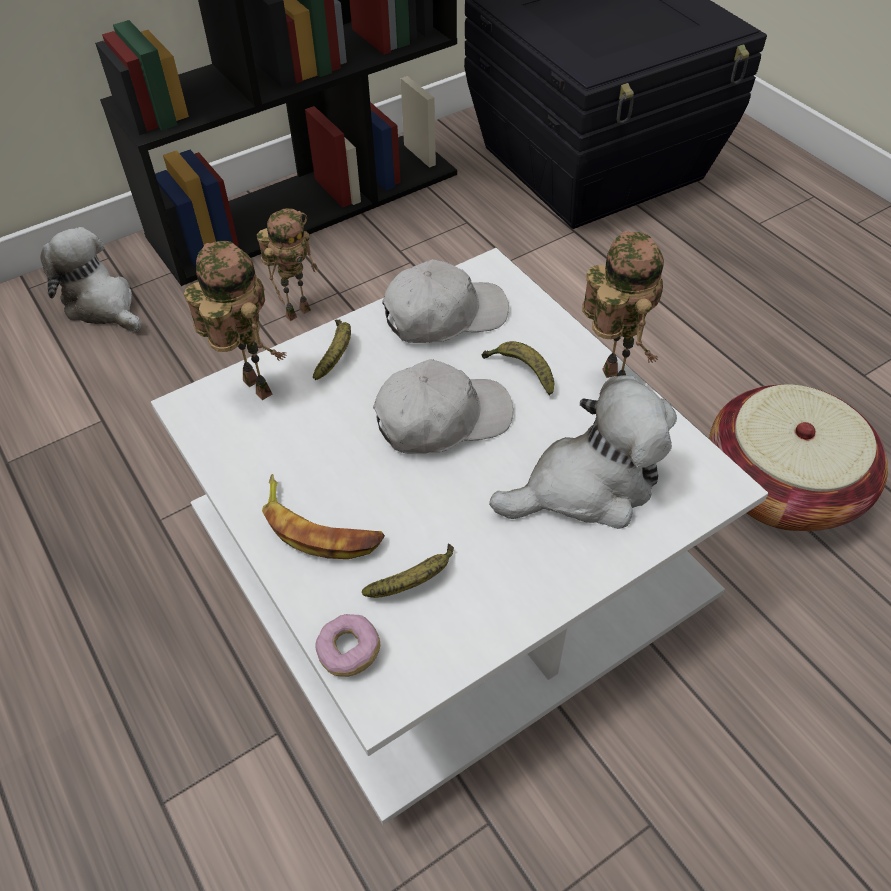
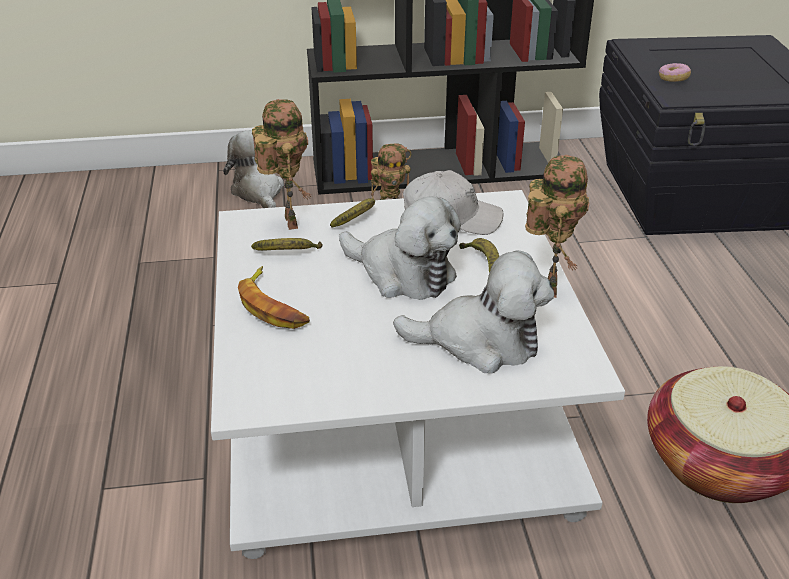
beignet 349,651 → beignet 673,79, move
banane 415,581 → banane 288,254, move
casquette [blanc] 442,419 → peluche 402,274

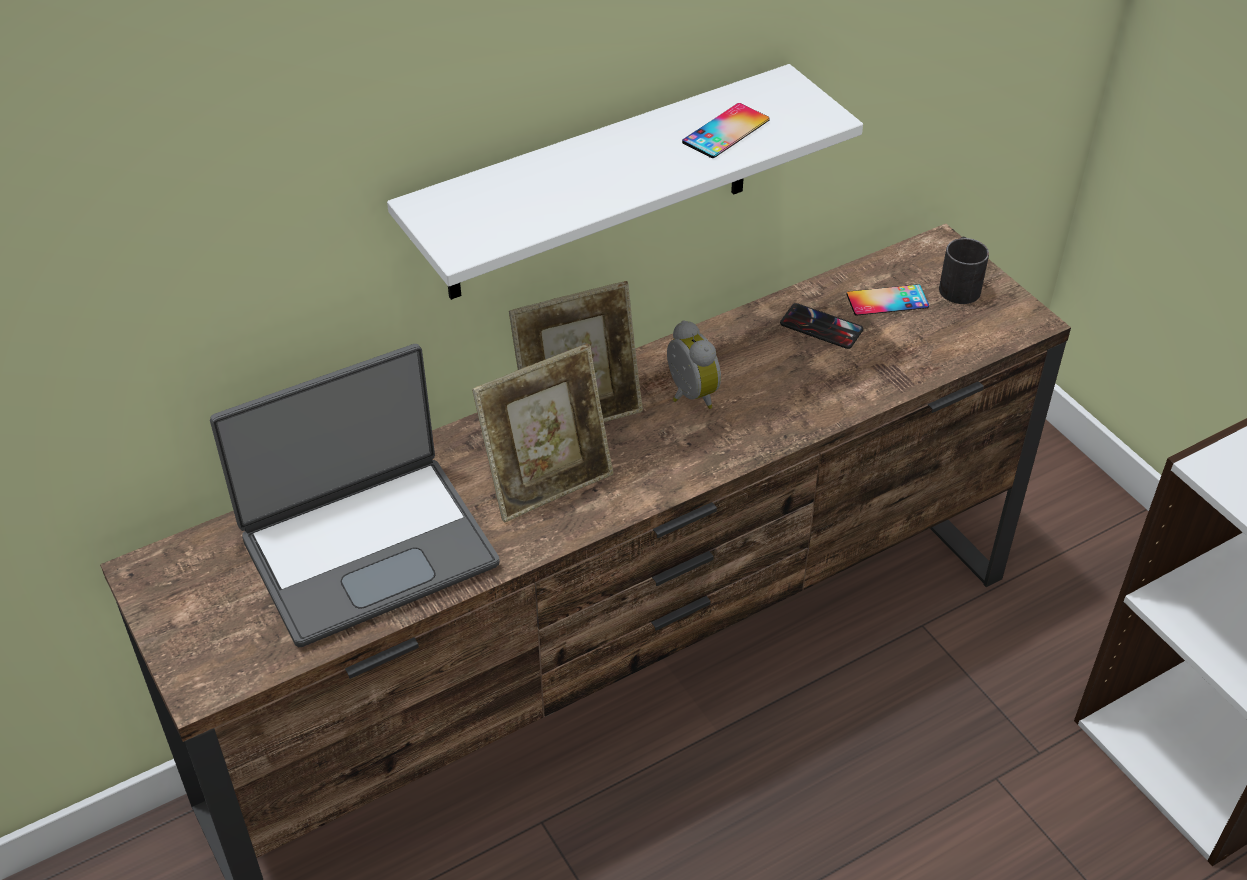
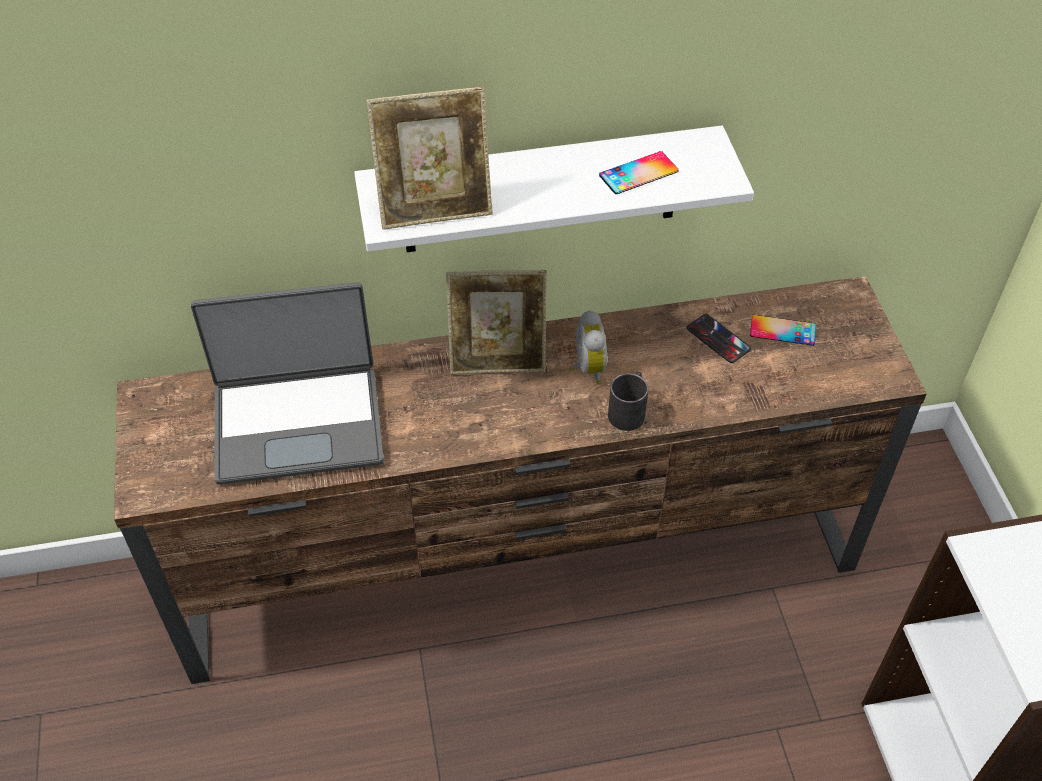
cadre photo 548,483 → cadre photo 435,208, move
mug [noir] 959,284 → mug [noir] 629,410, move

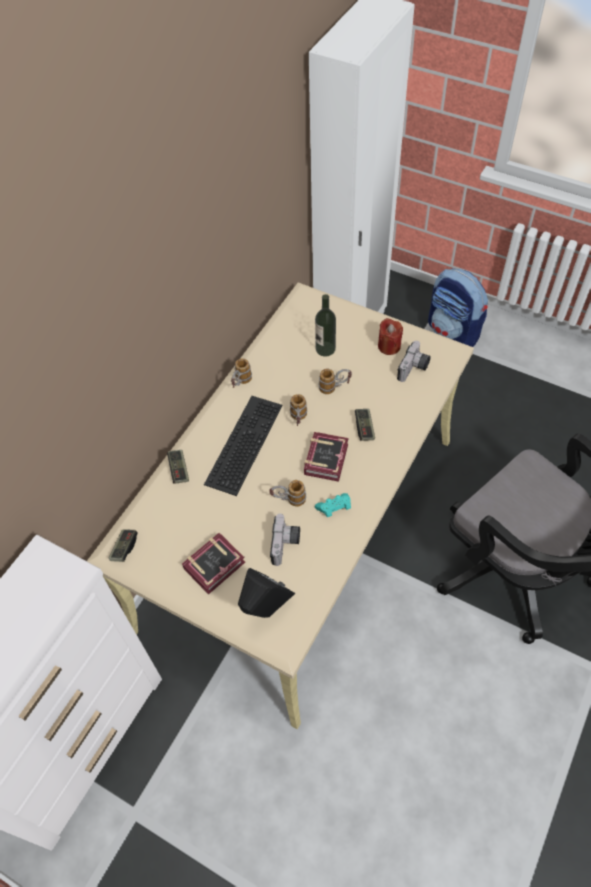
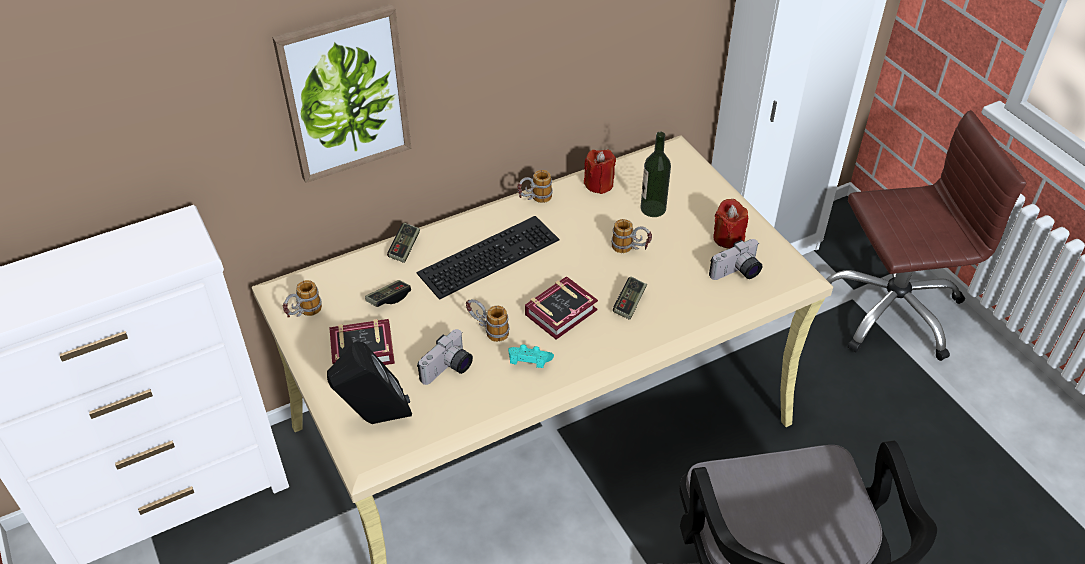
- → tableau 345,94
- → bougie [rouge] 599,184
manette 124,548 → manette 389,298, move
mug 298,420 → mug 303,314, move
sac à dos 453,332 → chaise de bureau [marron] 891,309

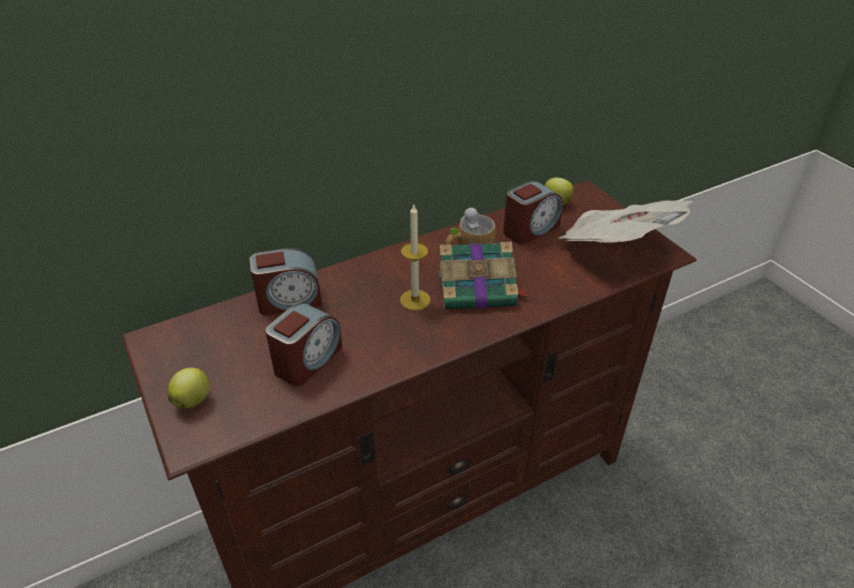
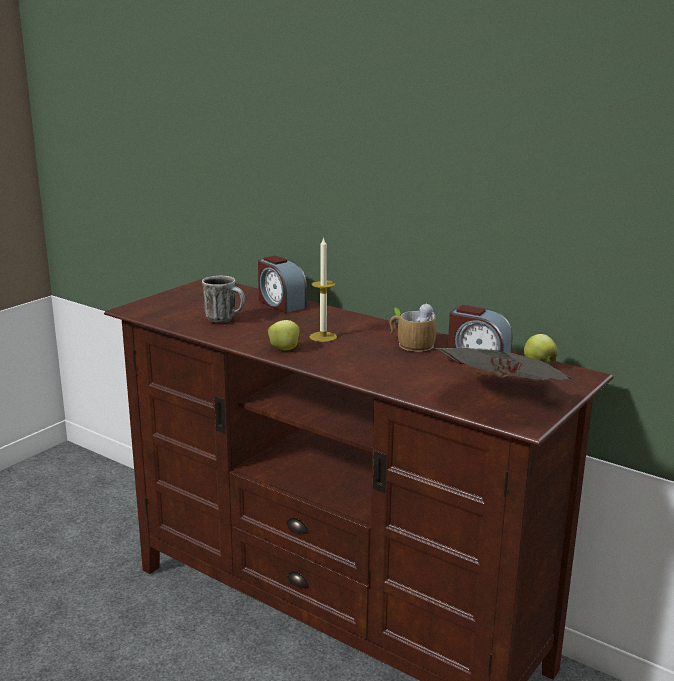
livre 479,289 → -
pomme 193,400 → pomme 285,349, move
réveil 307,360 → mug 225,320

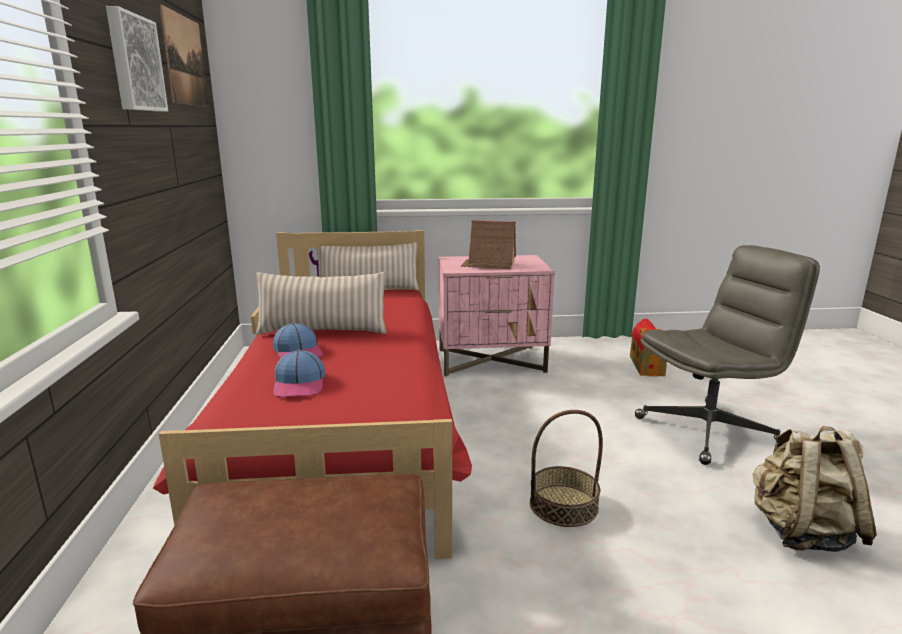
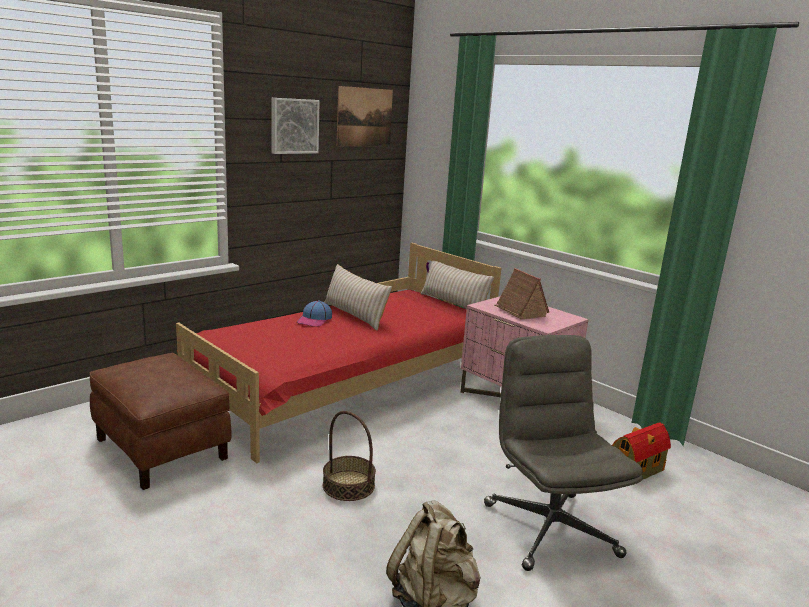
casquette 300,384 → -
chaise de bureau [gris] 708,430 → chaise de bureau [gris] 549,528, 135 degrees counterclockwise

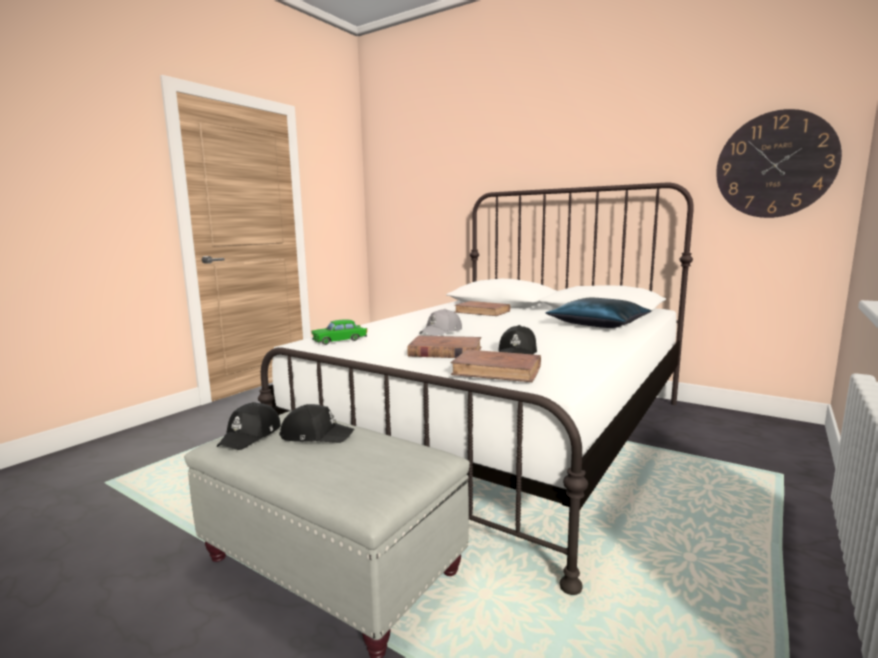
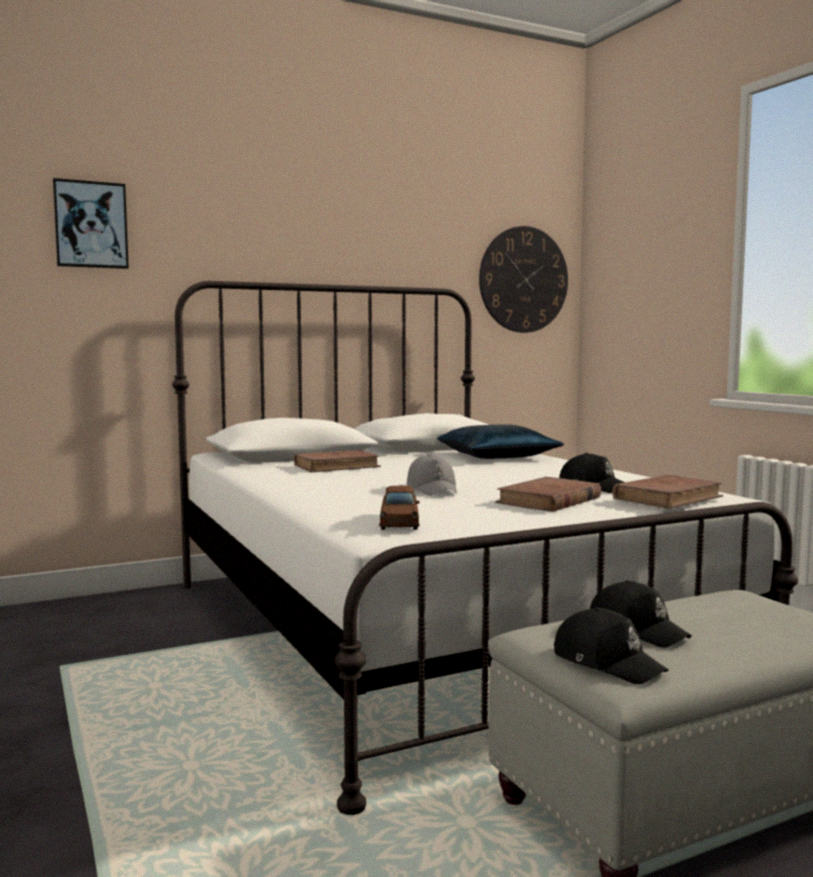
- → tableau 91,225
petite voiture [vert] 340,340 → petite voiture [marron] 399,522
casquette [noir] 316,435 → casquette [noir] 637,630, 105 degrees clockwise

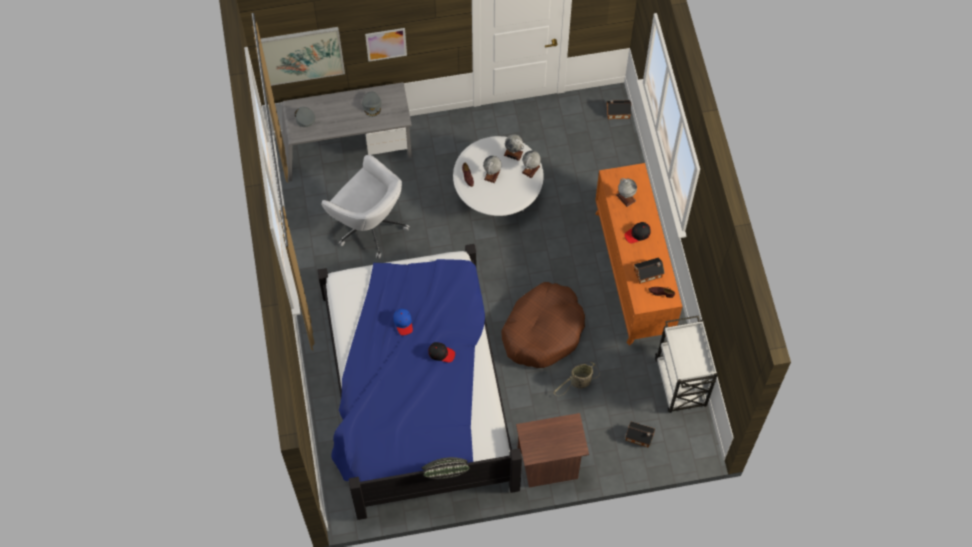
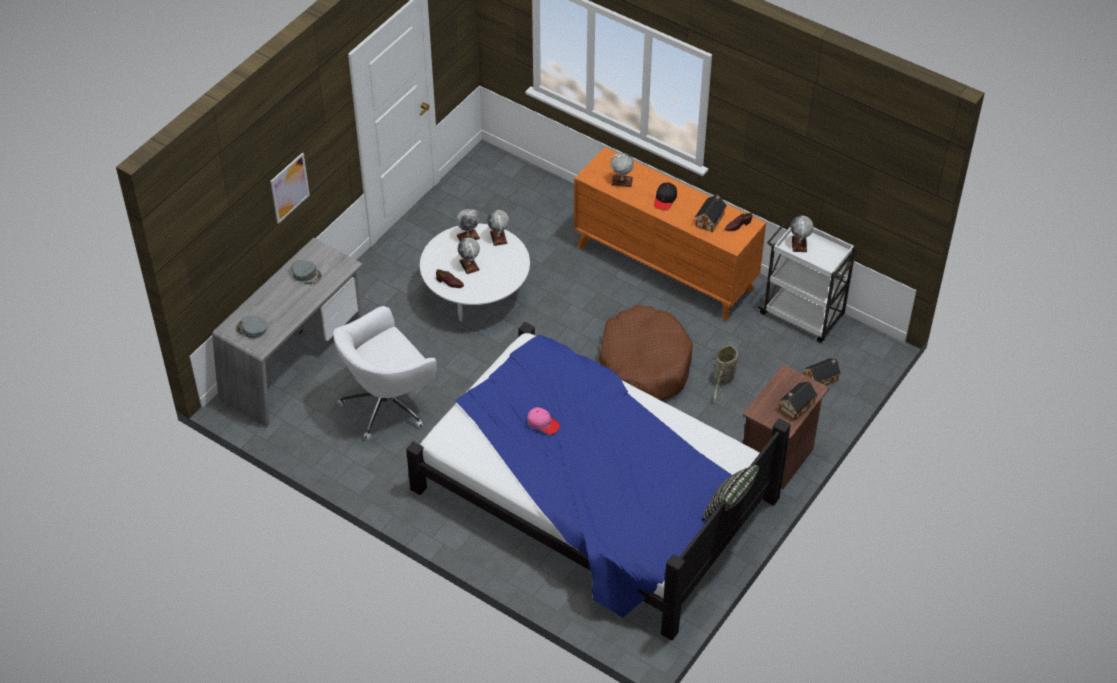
tableau 302,55 → -
casquette [noir] 441,353 → -
- → globe 799,244
maison miniature 617,112 → maison miniature 795,407, move
casquette [bleu] 403,323 → casquette [rose] 543,423
chaise de bureau [blanc] 369,224 → chaise de bureau [blanc] 388,403, 150 degrees clockwise

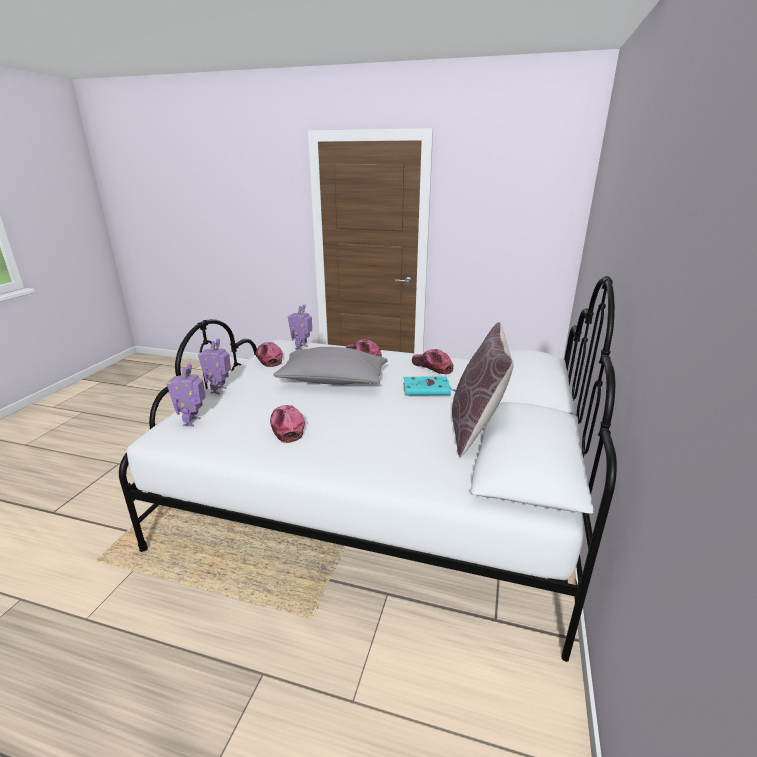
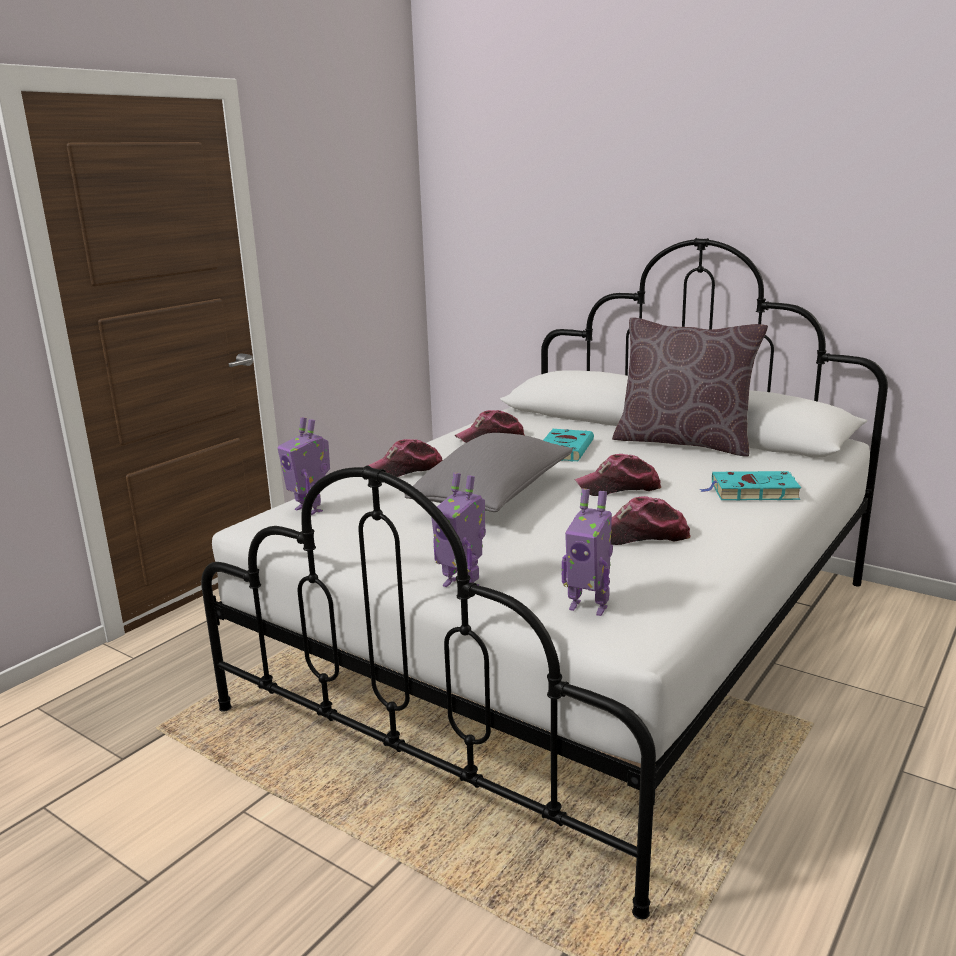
- → livre [turquoise] 751,491
casquette 268,358 → casquette 619,487, move

